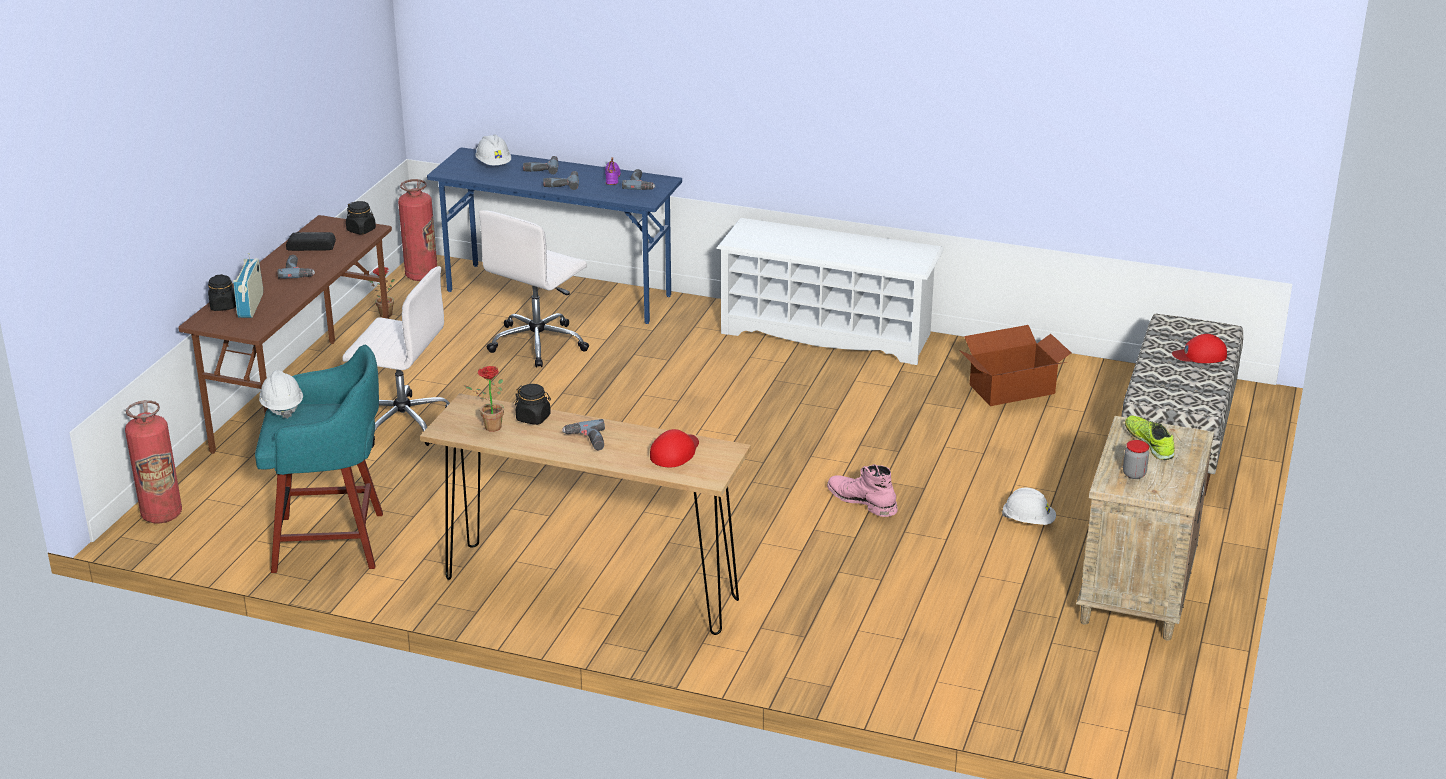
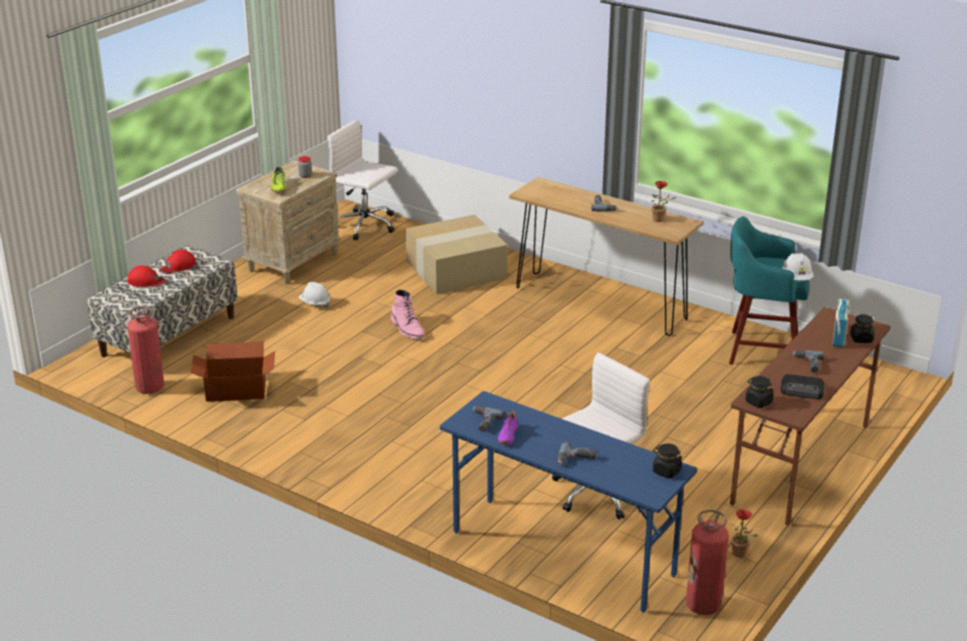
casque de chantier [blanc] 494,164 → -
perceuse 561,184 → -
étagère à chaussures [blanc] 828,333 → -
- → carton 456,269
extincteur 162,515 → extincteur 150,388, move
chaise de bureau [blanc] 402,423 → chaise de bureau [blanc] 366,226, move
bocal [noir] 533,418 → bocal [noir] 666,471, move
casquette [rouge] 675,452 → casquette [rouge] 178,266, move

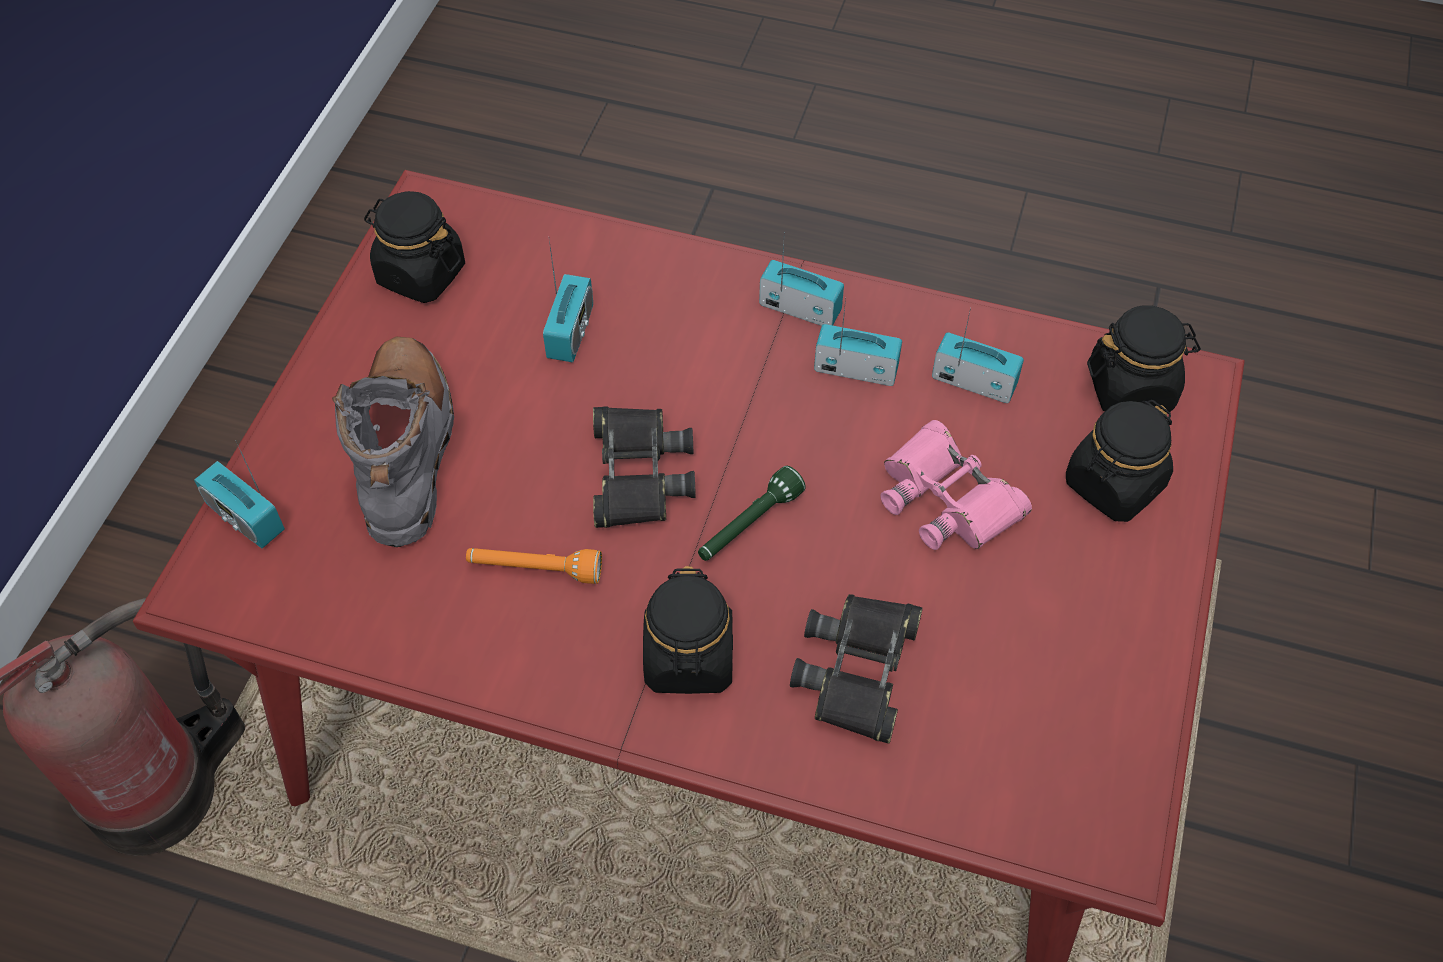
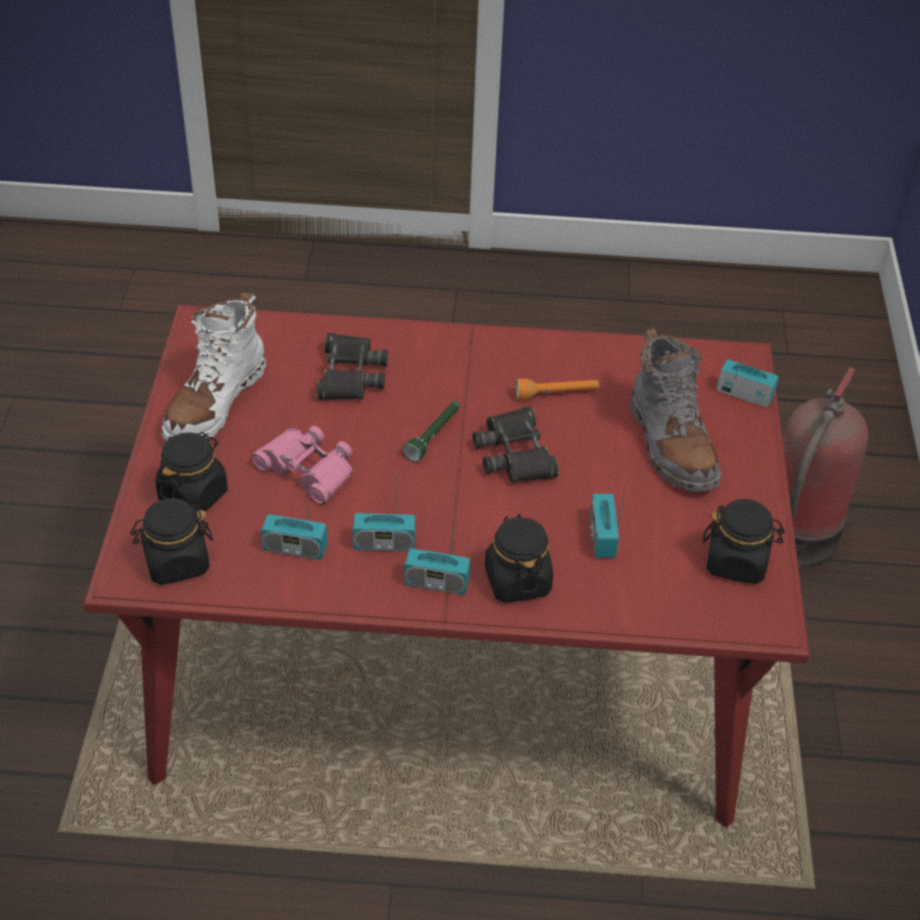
- → botte [blanc] 215,403
bocal [noir] 689,658 → bocal [noir] 517,580, move

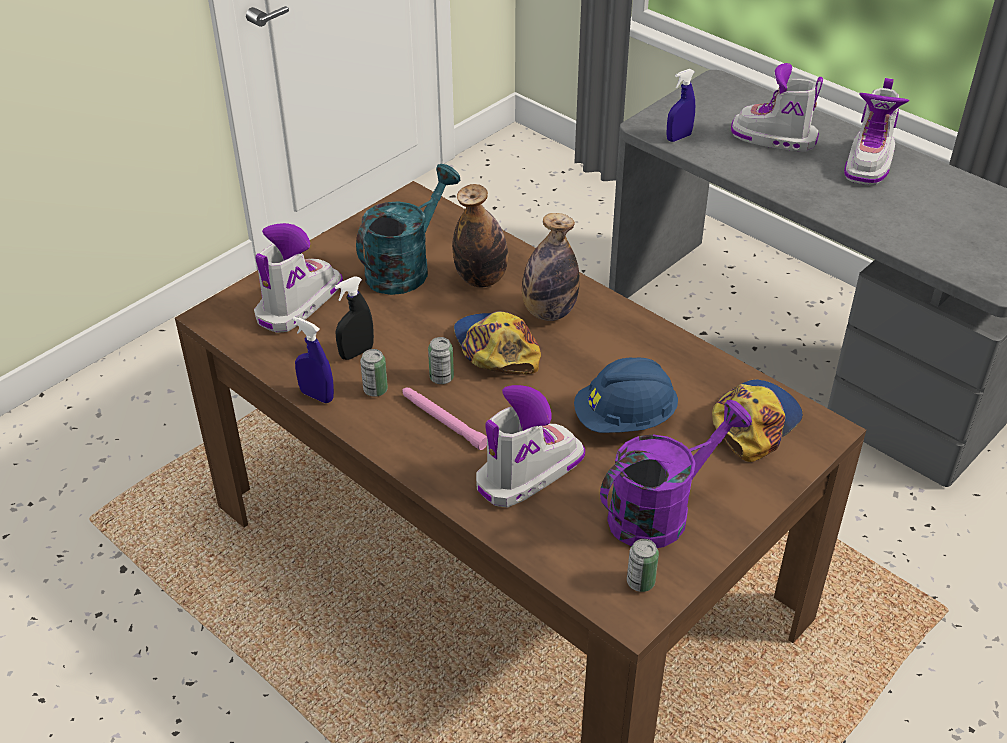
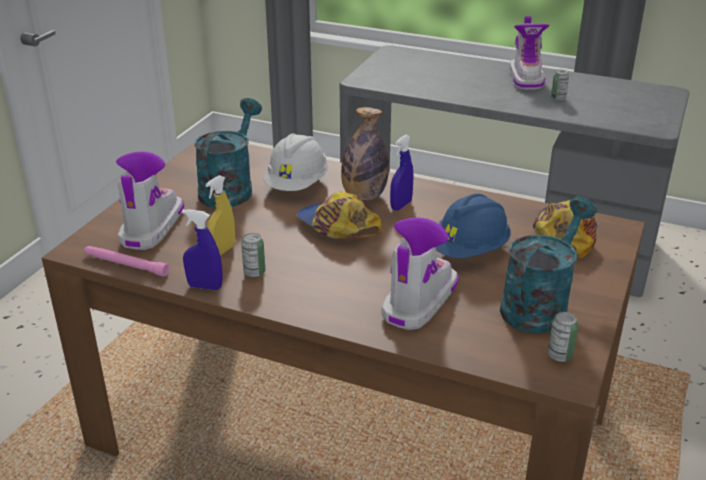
botte 773,138 → -
lampe de poche [rose] 443,421 → lampe de poche [rose] 125,264, move
boîte métallique 441,378 → boîte métallique 558,98, move
vaporisateur [bleu] 678,137 → vaporisateur [bleu] 401,205, move
bouteille 481,279 → casque de chantier [blanc] 297,185
vaporisateur [noir] 356,353 → vaporisateur [jaune] 222,250
arrosoir [violet] 660,511 → arrosoir [turquoise] 539,304

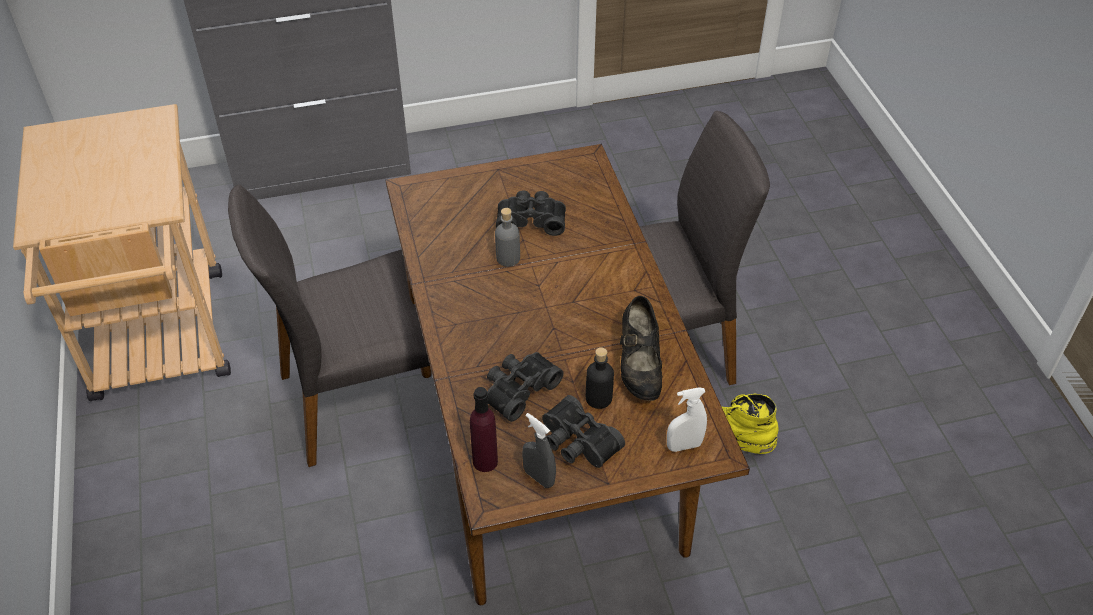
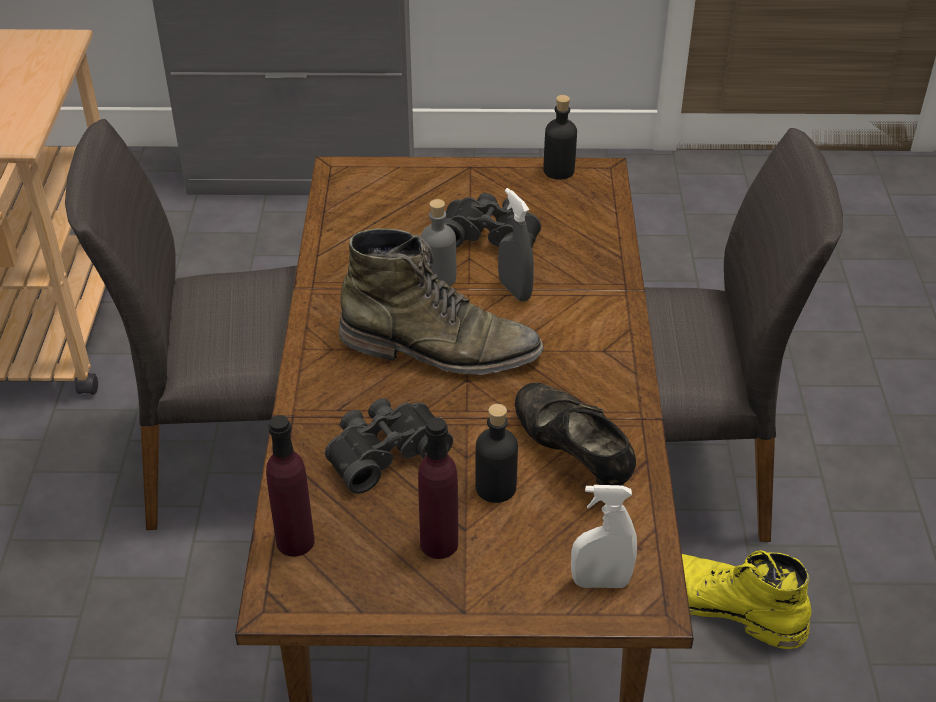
- → botte [vert] 440,348
- → bouteille [noir] 558,170
vaporisateur [gris] 539,477 → vaporisateur [gris] 514,290, move
jumelles [noir] 577,443 → bouteille [violet] 439,543
chaussure [noir] 639,367 → chaussure [noir] 572,456, 135 degrees clockwise

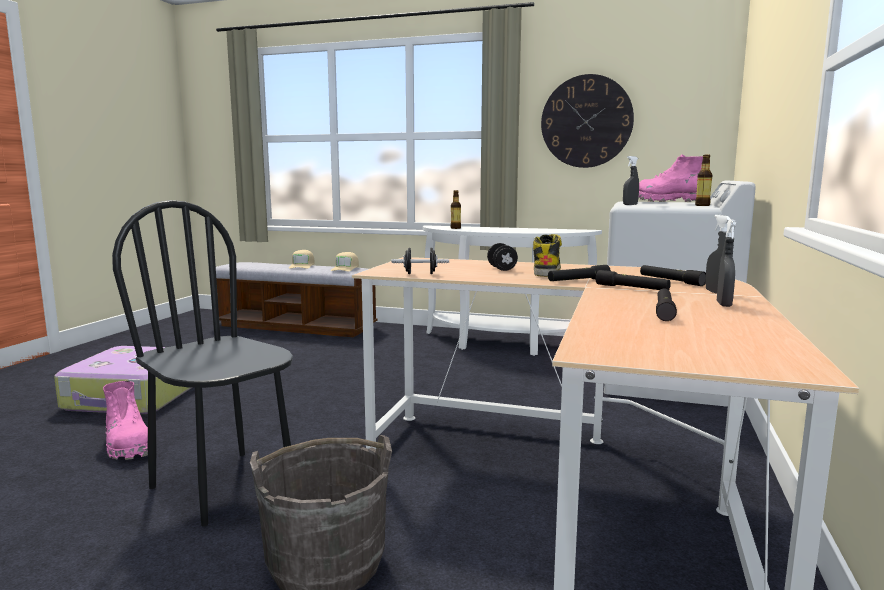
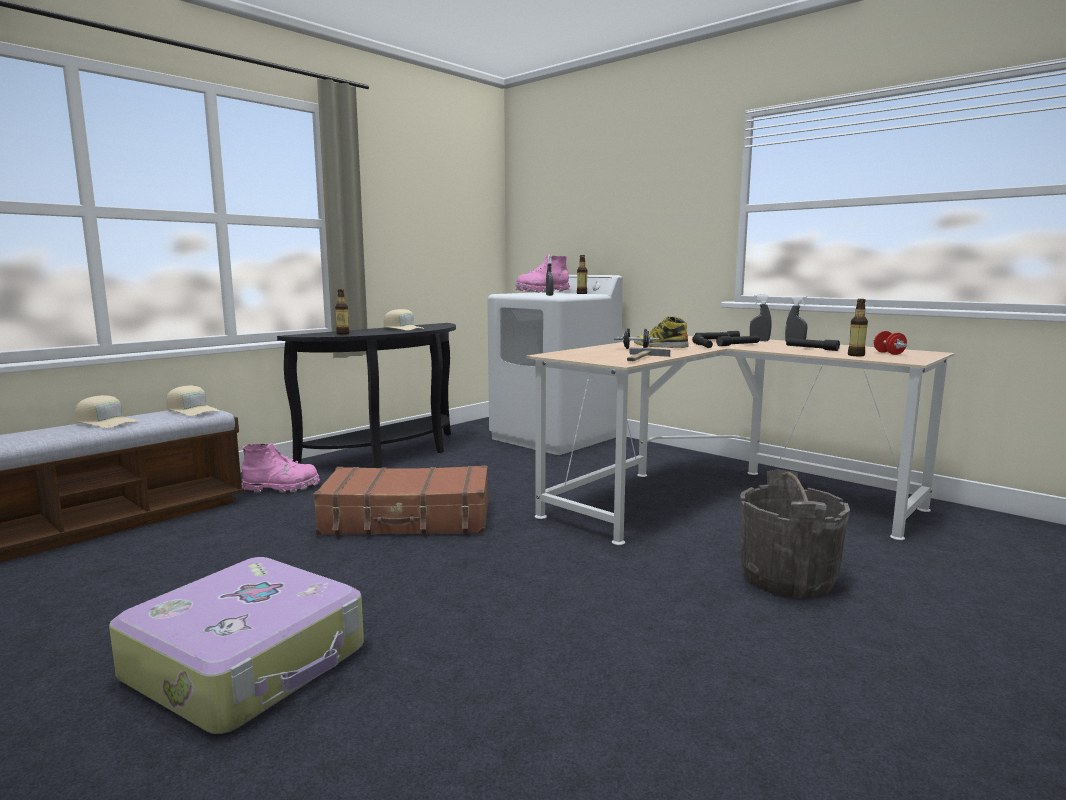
chaise [noir] 224,486 → -
horloge murale 586,121 → -
- → valise [marron] 407,519
- → casquette [beige] 403,328
- → bouteille 856,355
- → haltère [rouge] 889,353
botte [rose] 128,445 → botte [rose] 281,488, move
haltère [noir] 420,274 → marteau 642,358
table console [blanc] 502,345 → table console [noir] 392,455

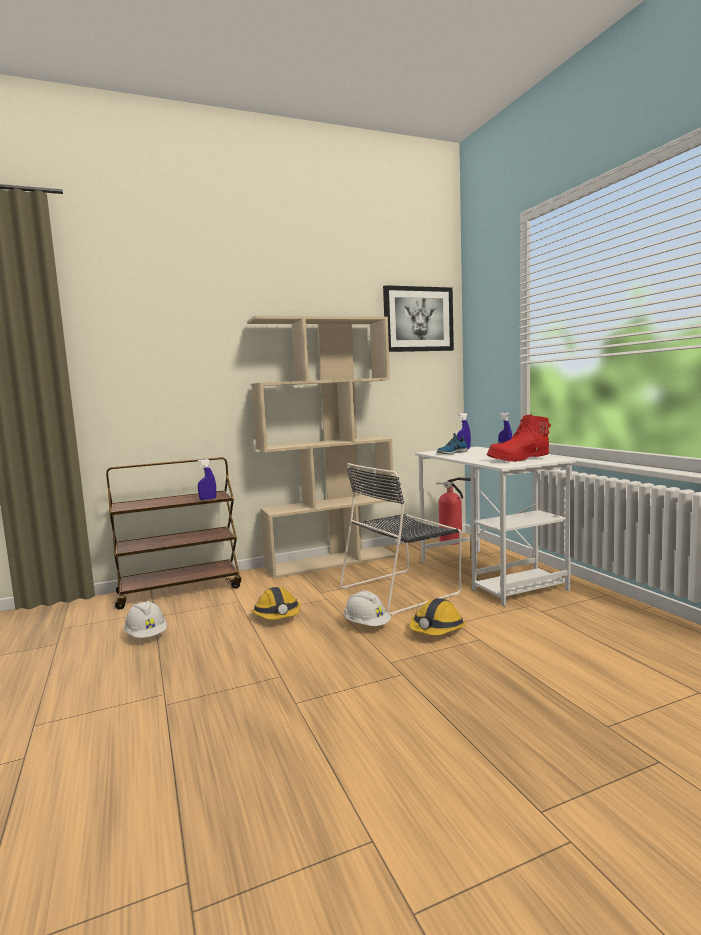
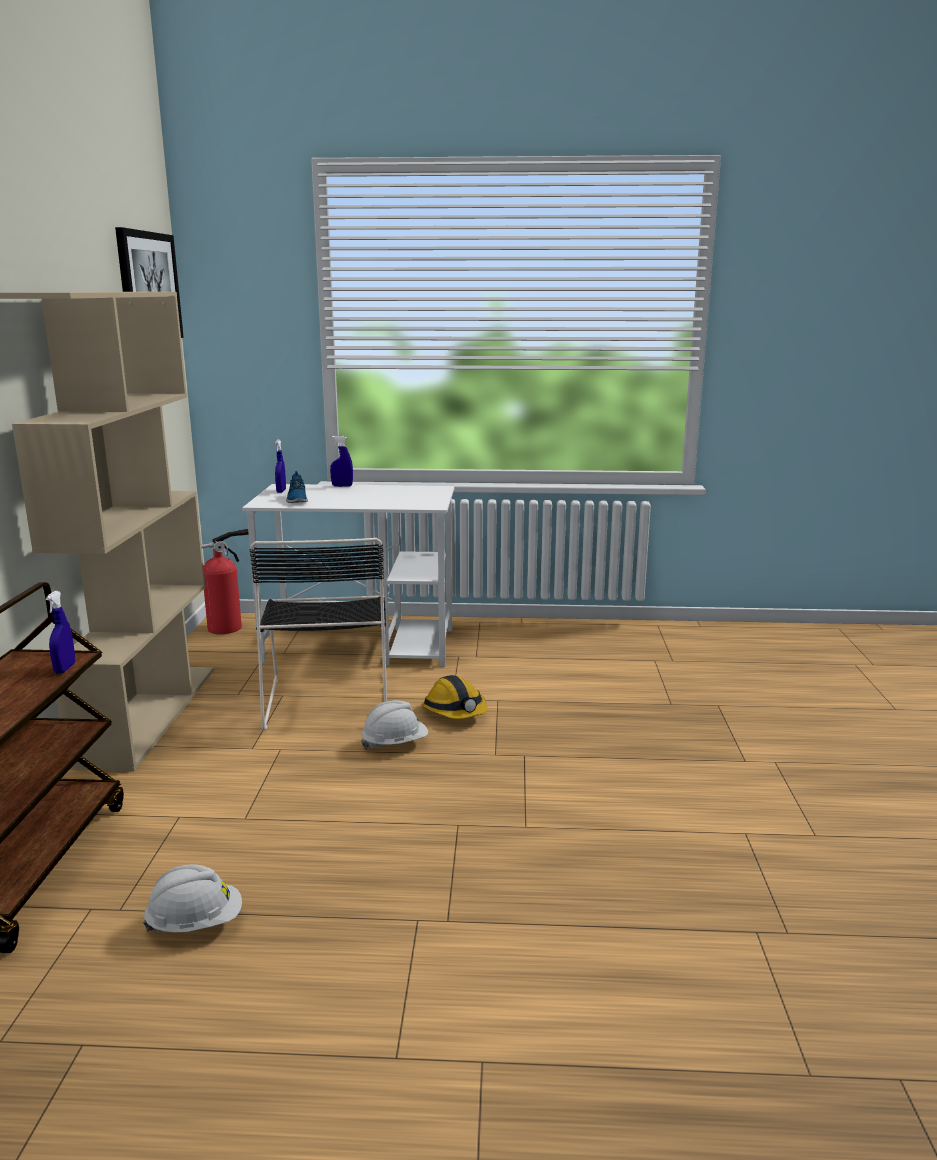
casque de chantier 277,616 → -
botte [rouge] 519,459 → -

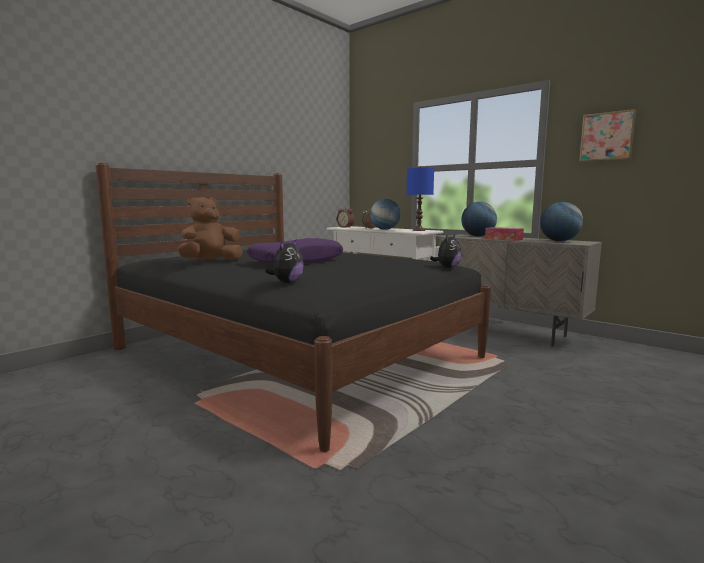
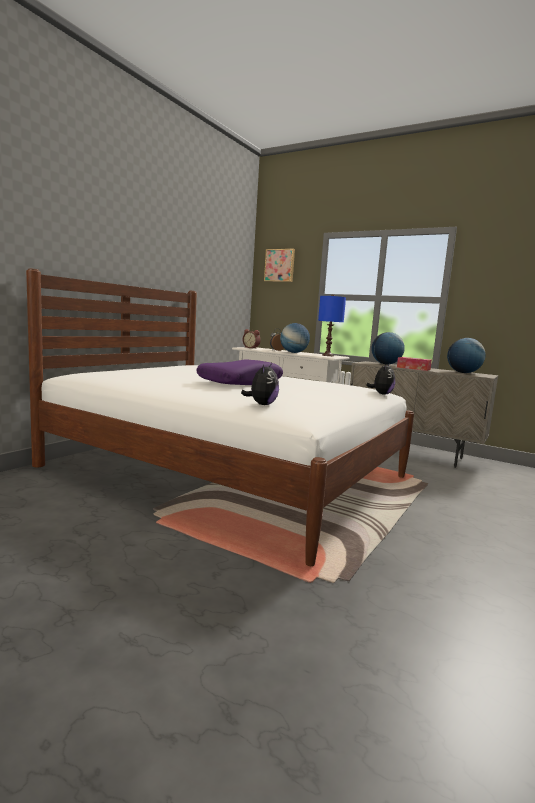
peluche [marron] 210,262 → -
tableau 607,136 → tableau 280,265, move
lit [noir] 294,353 → lit [blanc] 226,472

